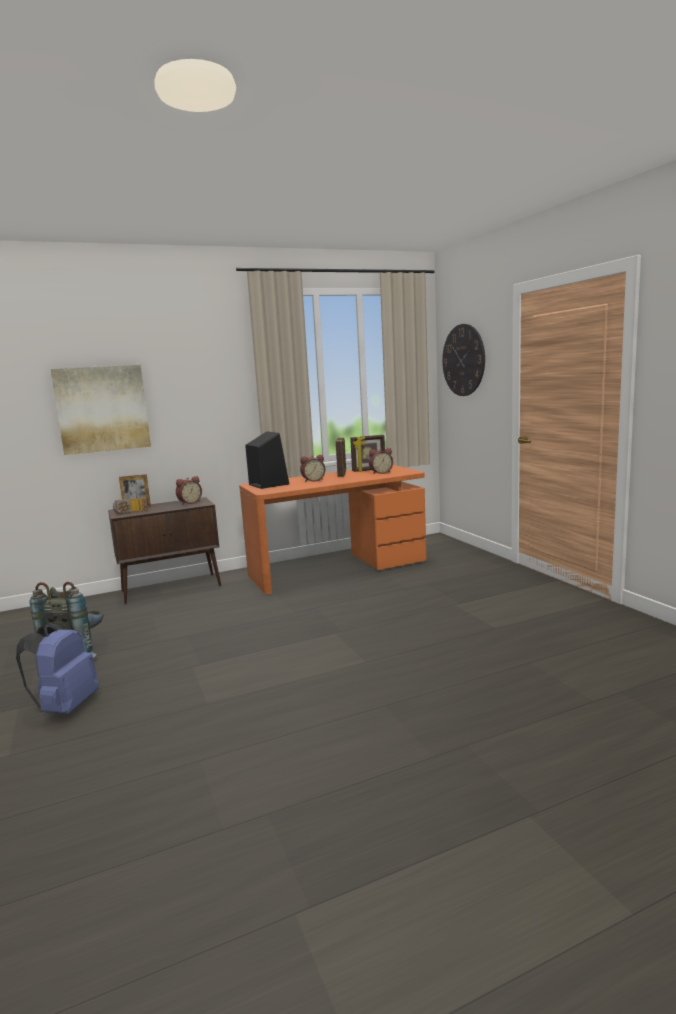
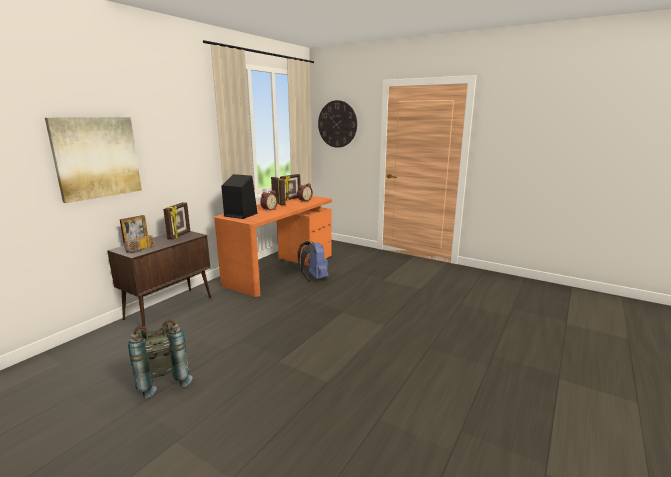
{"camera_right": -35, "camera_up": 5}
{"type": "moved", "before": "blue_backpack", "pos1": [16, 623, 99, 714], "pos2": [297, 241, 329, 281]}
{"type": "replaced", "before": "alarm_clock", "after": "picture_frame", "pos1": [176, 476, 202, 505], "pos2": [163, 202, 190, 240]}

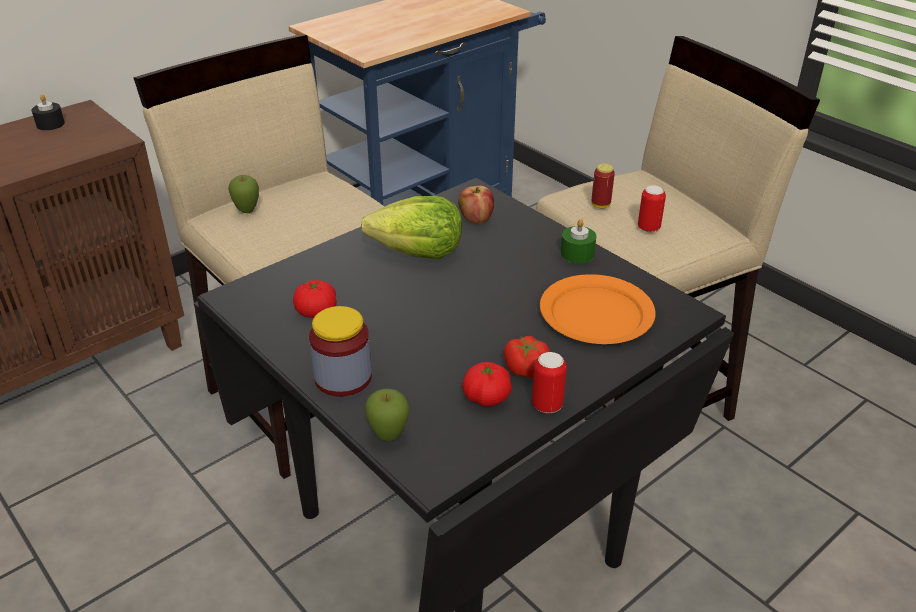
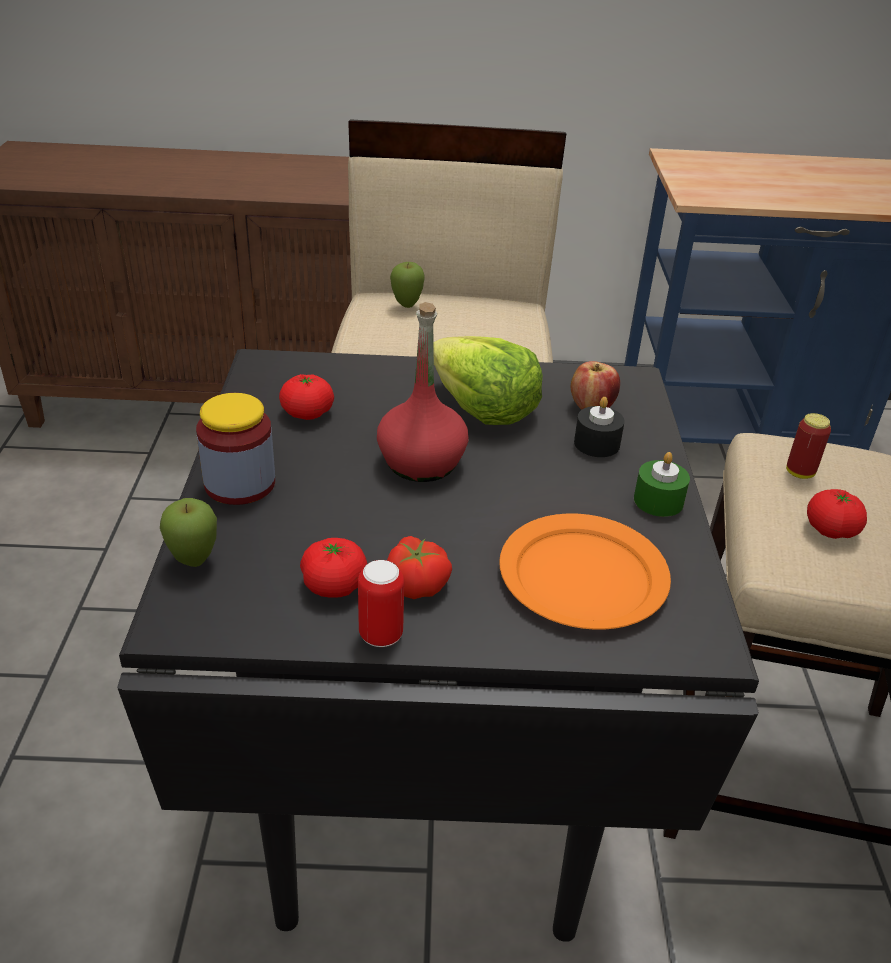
{"camera_right": 40, "camera_up": 0}
{"type": "added", "after": "red_bottle", "pos2": [377, 302, 469, 482]}
{"type": "moved", "before": "black_candle", "pos1": [32, 94, 65, 130], "pos2": [574, 397, 625, 457]}
{"type": "replaced", "before": "can", "after": "tomato", "pos1": [638, 185, 666, 232], "pos2": [807, 489, 867, 539]}

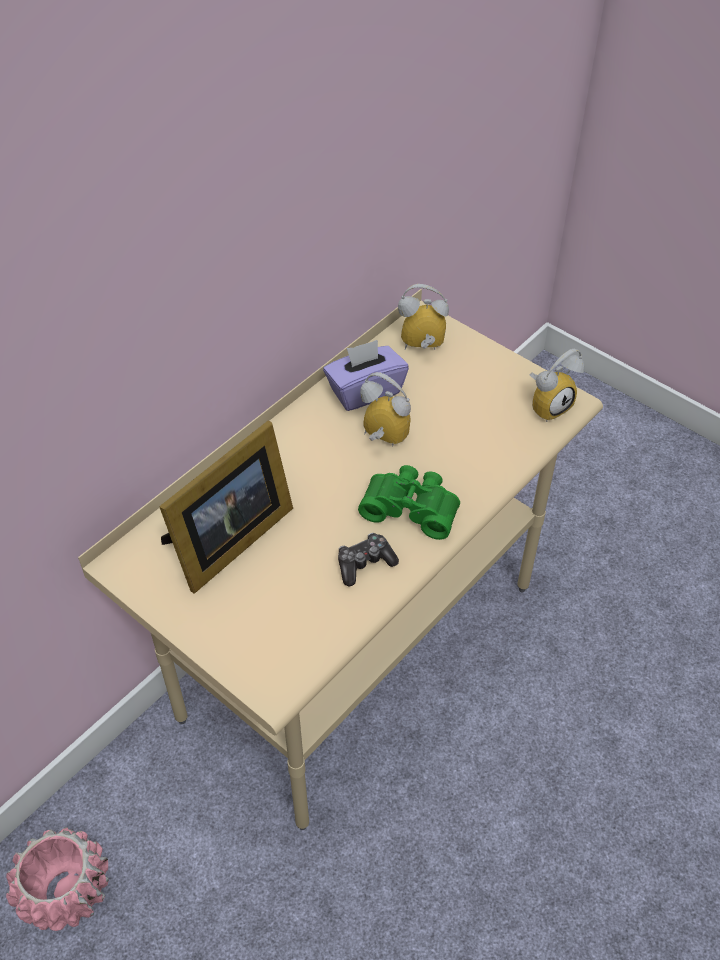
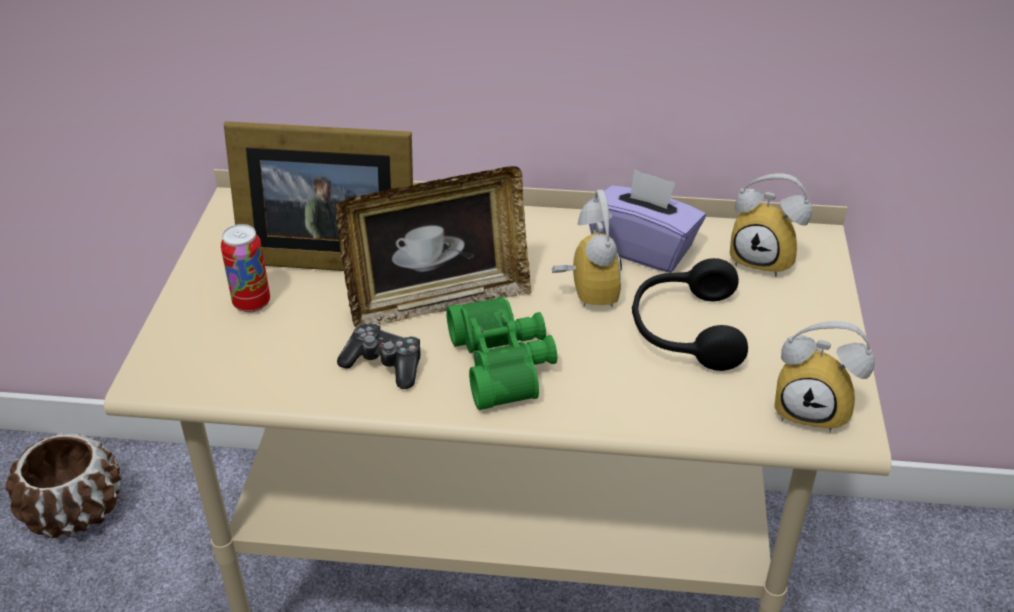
{"camera_right": 55, "camera_up": -10}
{"type": "added", "after": "can", "pos2": [221, 224, 270, 313]}
{"type": "added", "after": "picture_frame", "pos2": [336, 166, 532, 327]}
{"type": "added", "after": "black_headphones", "pos2": [632, 258, 748, 371]}
{"type": "recoloured", "before": "pink_planter", "after": "brown_planter", "pos1": [6, 827, 109, 931], "pos2": [5, 433, 121, 538]}
{"type": "turned", "before": "alarm_clock", "pos1": [398, 284, 449, 350], "pos2": [730, 173, 812, 277], "turn": 150}

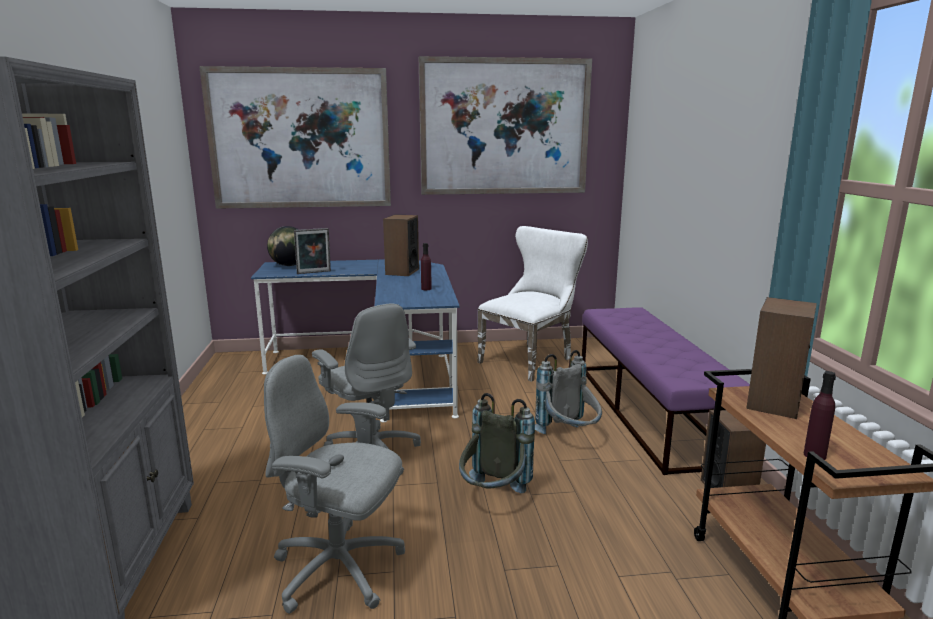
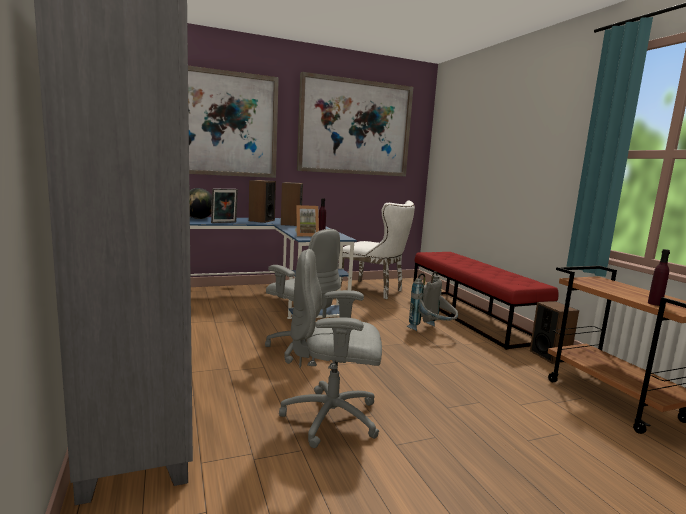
{"camera_right": -15, "camera_up": -5}
{"type": "removed", "before": "grey_backpack", "pos1": [459, 393, 535, 493]}
{"type": "added", "after": "picture_frame", "pos2": [295, 205, 319, 237]}
{"type": "moved", "before": "speaker", "pos1": [746, 297, 817, 419], "pos2": [249, 180, 276, 223]}
{"type": "recoloured", "before": "purple_bench", "after": "red_bench", "pos1": [582, 307, 750, 475], "pos2": [413, 252, 559, 350]}
{"type": "turned", "before": "white_chair", "pos1": [477, 226, 588, 382], "pos2": [338, 201, 415, 299], "turn": 90}

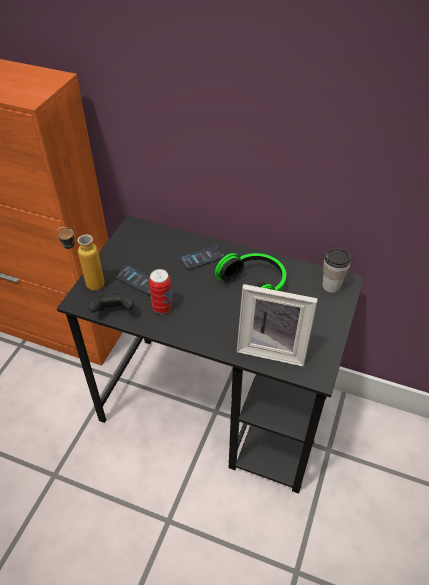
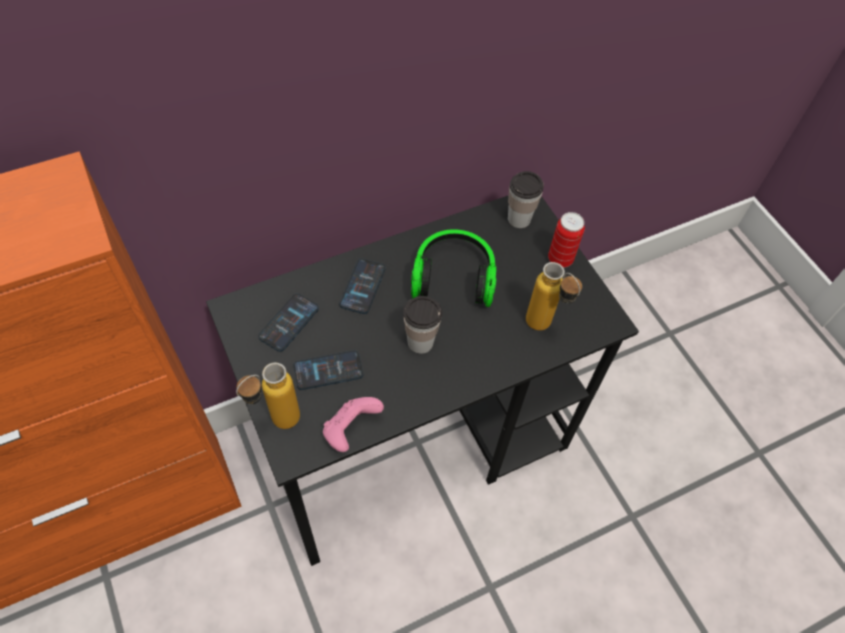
{"camera_right": -50, "camera_up": 10}
{"type": "added", "after": "phone", "pos2": [258, 294, 319, 352]}
{"type": "added", "after": "cup", "pos2": [403, 296, 442, 354]}
{"type": "moved", "before": "can", "pos1": [149, 269, 172, 314], "pos2": [548, 212, 585, 268]}
{"type": "replaced", "before": "picture_frame", "after": "bottle", "pos1": [237, 284, 318, 367], "pos2": [526, 262, 582, 330]}
{"type": "recoloured", "before": "black_game_controller", "after": "pink_game_controller", "pos1": [88, 293, 134, 313], "pos2": [323, 397, 384, 452]}

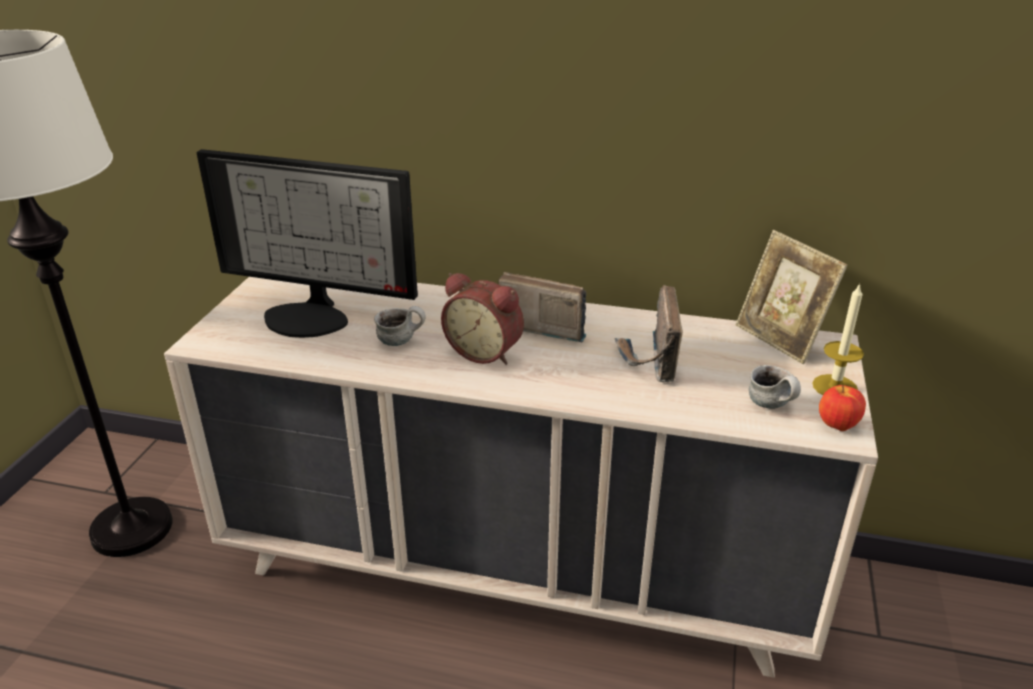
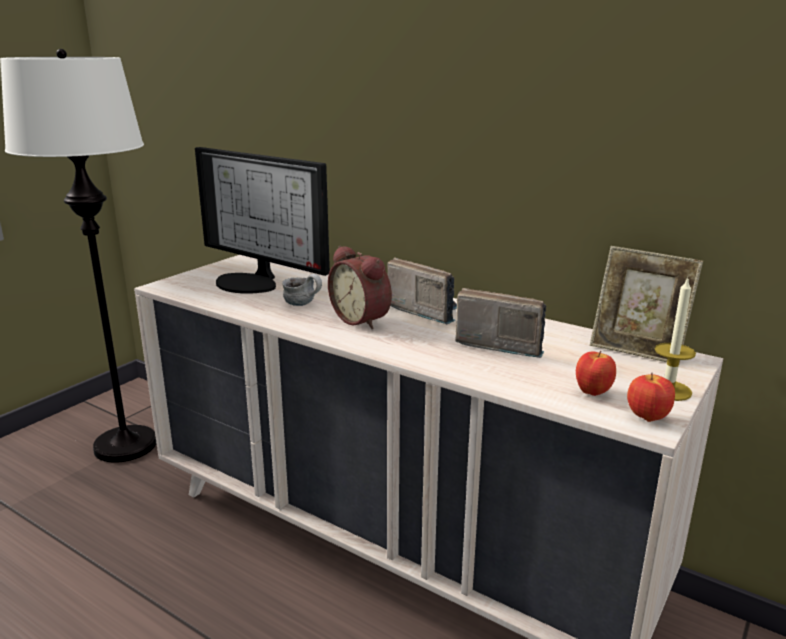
{"camera_right": 20, "camera_up": -10}
{"type": "replaced", "before": "mug", "after": "apple", "pos1": [749, 365, 801, 409], "pos2": [576, 351, 616, 396]}
{"type": "turned", "before": "radio", "pos1": [615, 285, 683, 382], "pos2": [455, 288, 546, 358], "turn": 90}
{"type": "turned", "before": "picture_frame", "pos1": [736, 230, 848, 364], "pos2": [590, 246, 703, 364], "turn": -45}

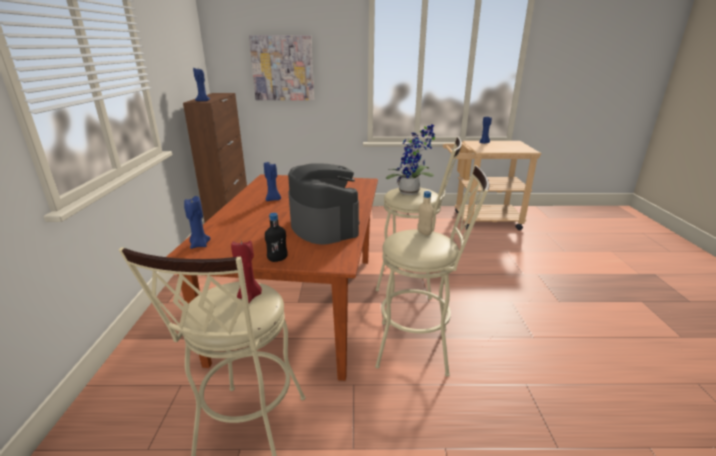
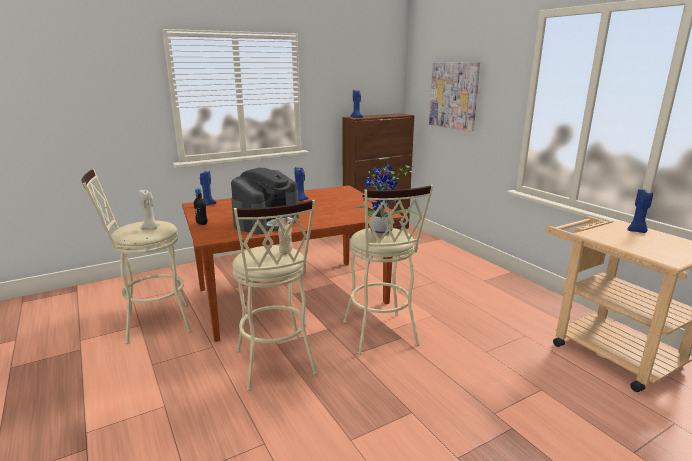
{"camera_right": 60, "camera_up": -5}
{"type": "recoloured", "before": "red_candle", "after": "beige_candle", "pos1": [231, 240, 262, 303], "pos2": [139, 190, 160, 230]}

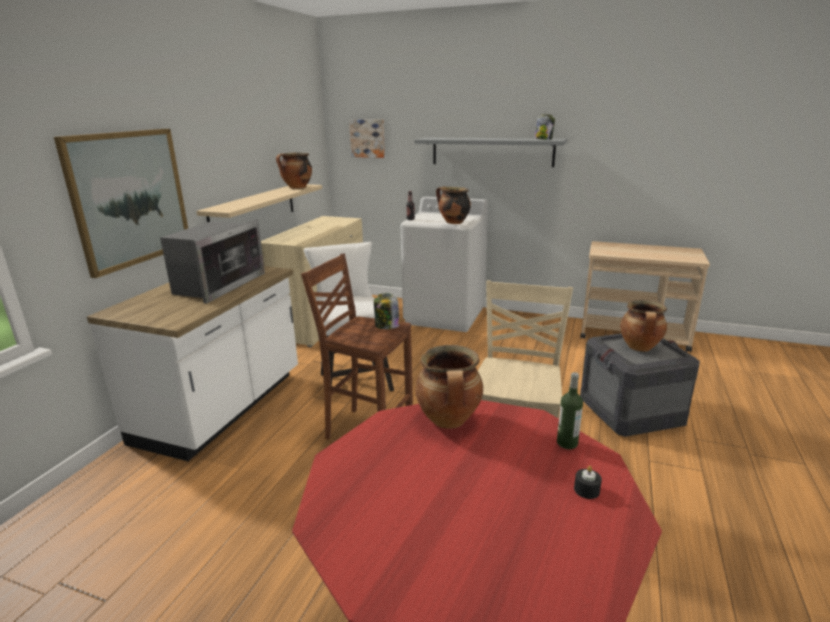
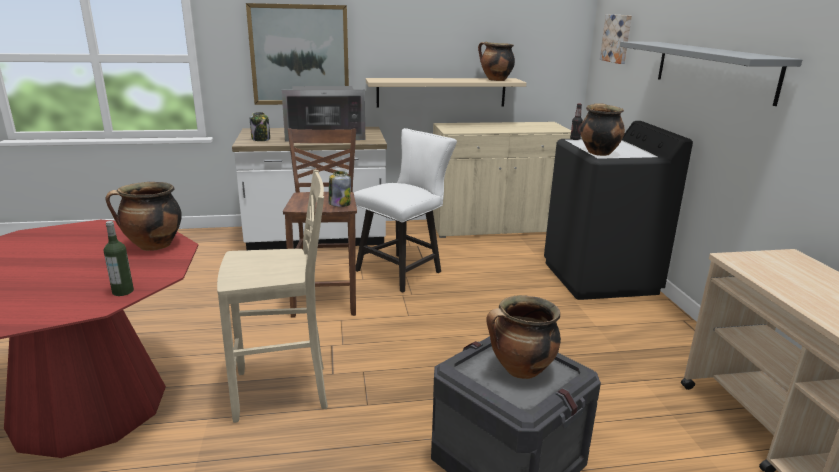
{"camera_right": 60, "camera_up": 0}
{"type": "removed", "before": "black_candle", "pos1": [574, 466, 602, 499]}
{"type": "moved", "before": "jar", "pos1": [535, 114, 555, 140], "pos2": [250, 112, 270, 141]}
{"type": "recoloured", "before": "white_washing_machine", "after": "black_washing_machine", "pos1": [401, 196, 488, 332], "pos2": [544, 121, 693, 300]}

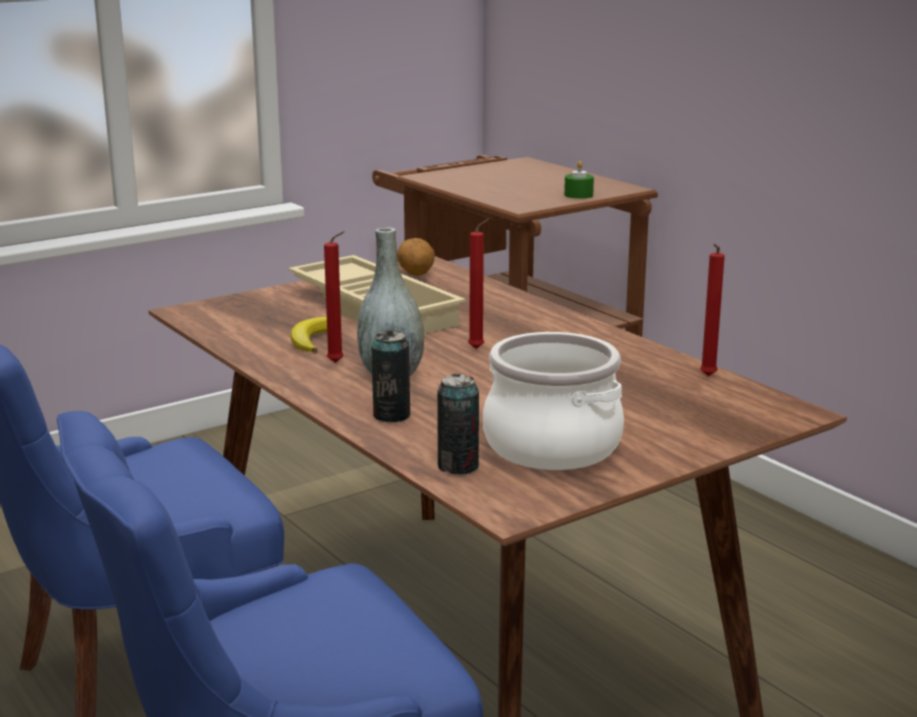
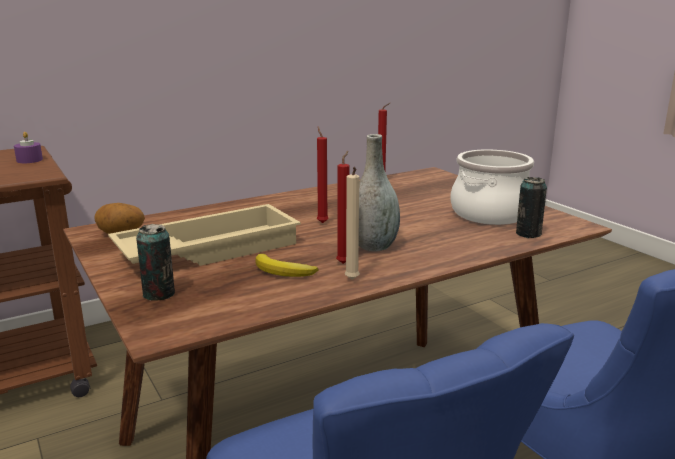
{"camera_right": -85, "camera_up": 0}
{"type": "added", "after": "beige_candle", "pos2": [345, 167, 360, 280]}
{"type": "moved", "before": "can", "pos1": [371, 331, 411, 422], "pos2": [136, 224, 175, 301]}
{"type": "recoloured", "before": "green_candle", "after": "purple_candle", "pos1": [564, 161, 594, 199], "pos2": [14, 132, 43, 163]}

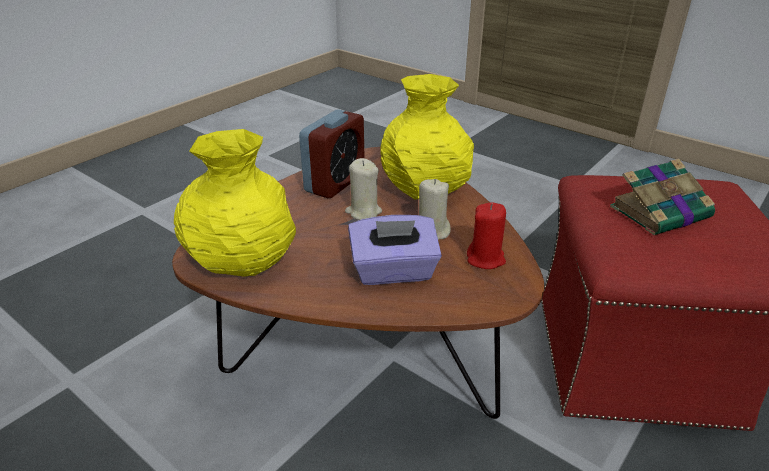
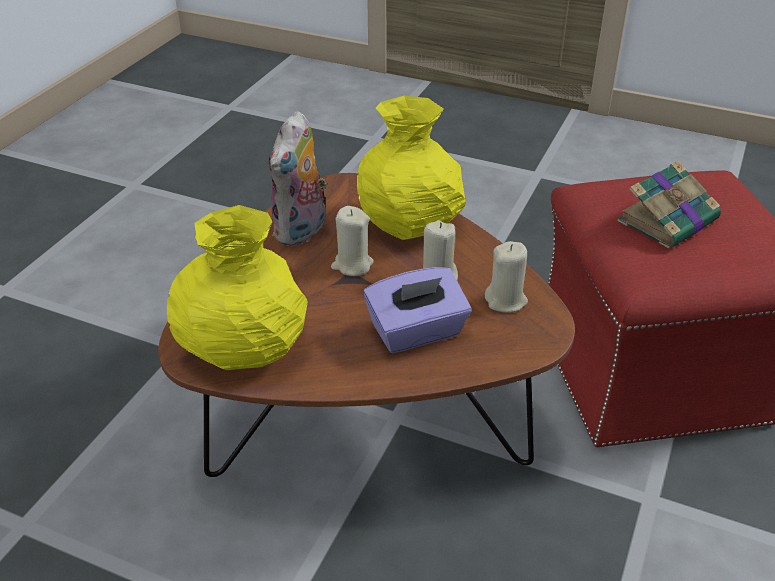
{"camera_right": -15, "camera_up": 5}
{"type": "replaced", "before": "alarm_clock", "after": "plush_toy", "pos1": [299, 109, 365, 198], "pos2": [269, 111, 328, 247]}
{"type": "recoloured", "before": "red_candle", "after": "beige_candle", "pos1": [467, 202, 506, 269], "pos2": [485, 241, 528, 313]}

